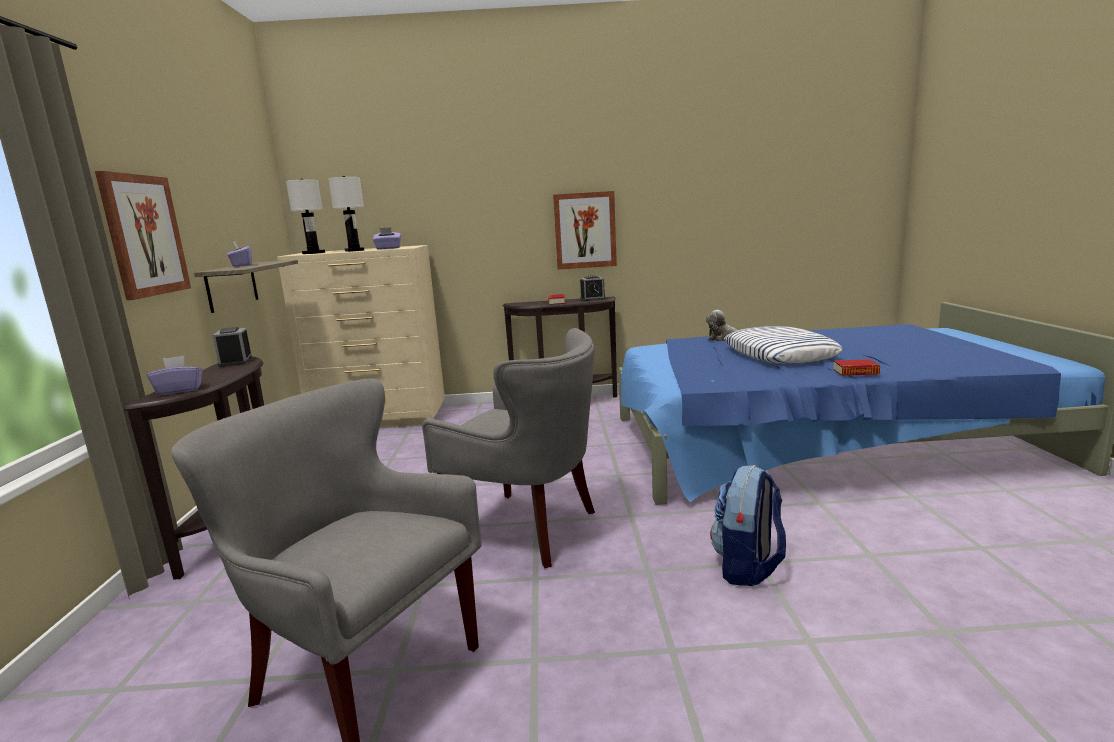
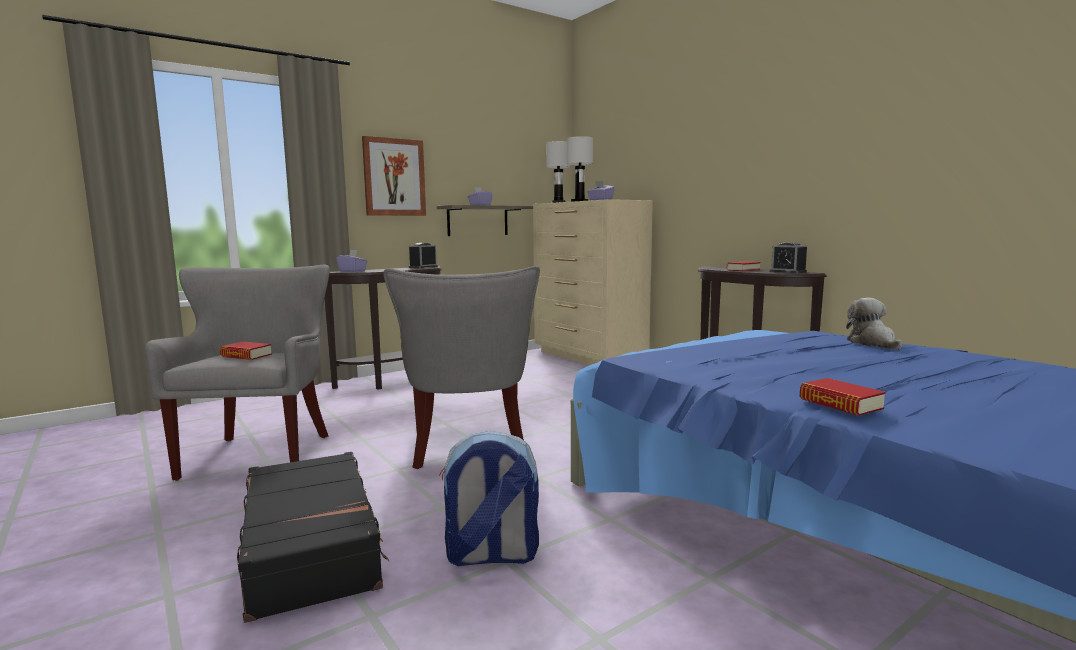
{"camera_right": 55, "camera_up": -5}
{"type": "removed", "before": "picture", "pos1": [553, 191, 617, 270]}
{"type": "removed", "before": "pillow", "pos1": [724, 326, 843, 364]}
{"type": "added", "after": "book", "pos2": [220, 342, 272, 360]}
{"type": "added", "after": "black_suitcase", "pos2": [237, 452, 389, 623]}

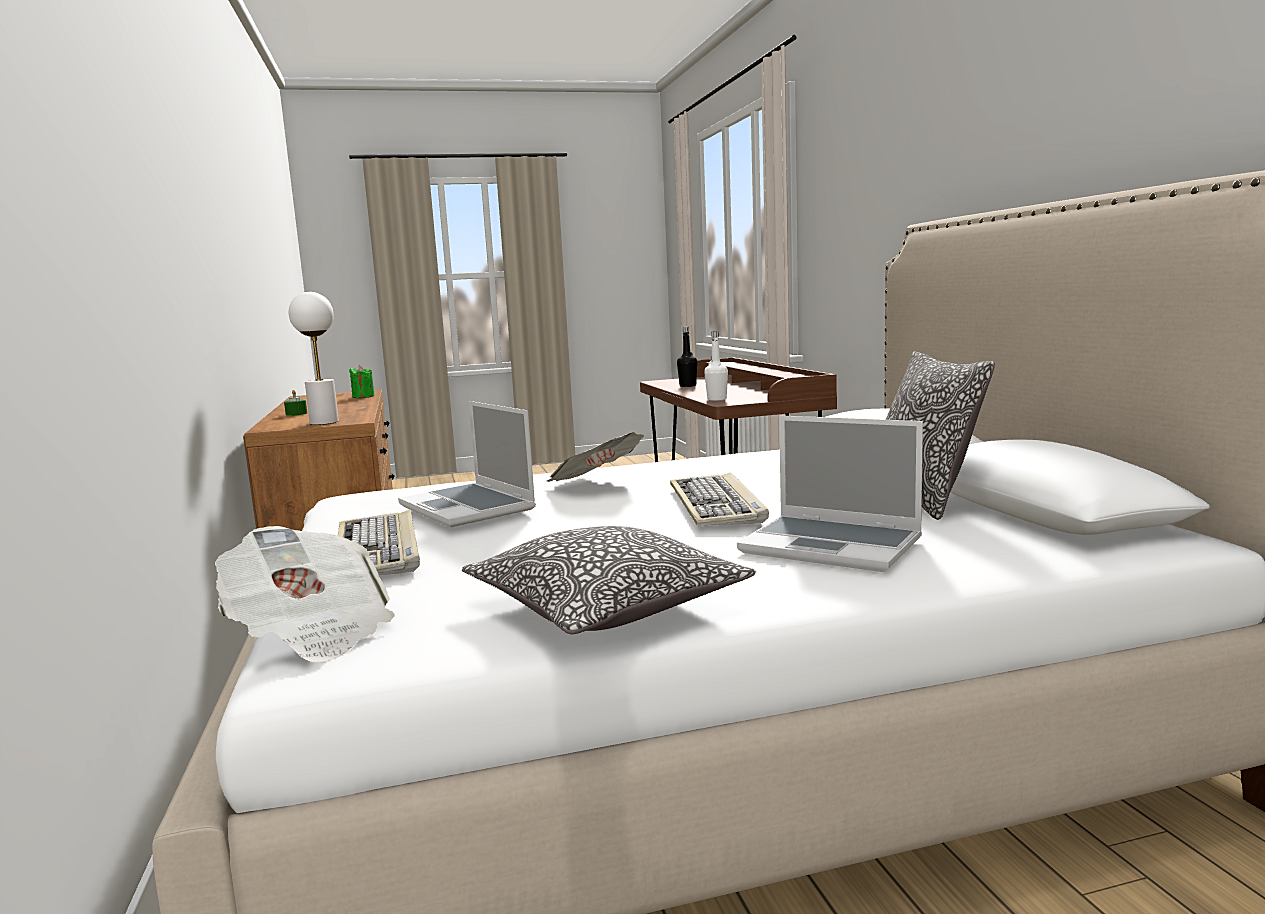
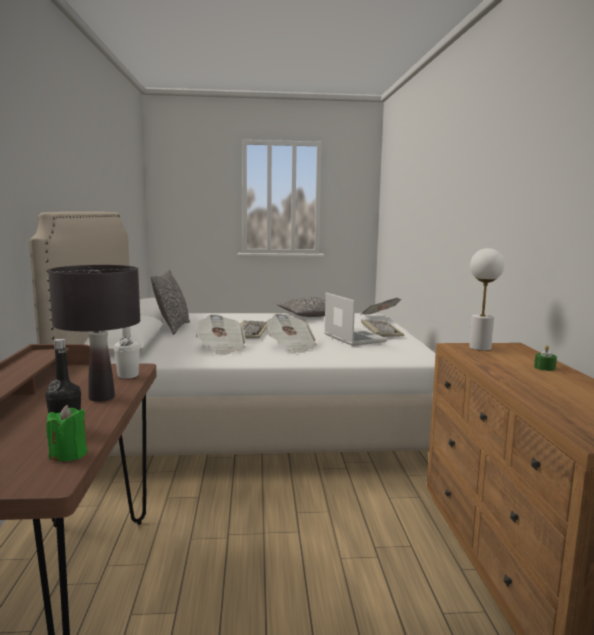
{"camera_right": -170, "camera_up": 0}
{"type": "removed", "before": "laptop", "pos1": [737, 415, 923, 572]}
{"type": "added", "after": "black_table_lamp", "pos2": [48, 265, 140, 401]}
{"type": "added", "after": "newspaper", "pos2": [196, 314, 246, 355]}
{"type": "moved", "before": "green_candle", "pos1": [349, 365, 375, 398], "pos2": [46, 405, 87, 462]}

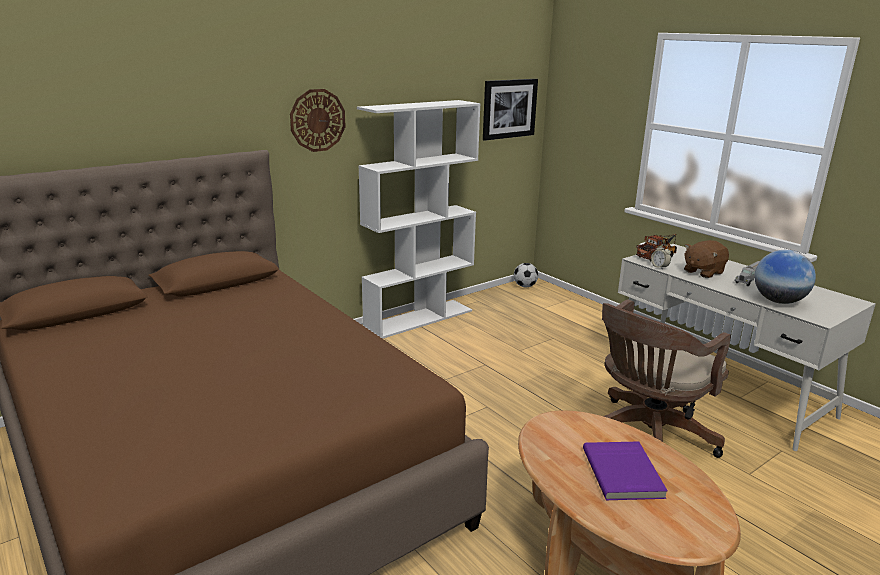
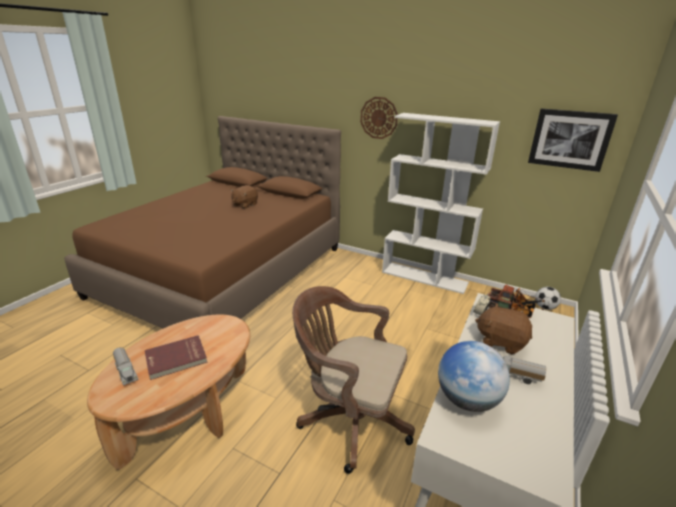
{"camera_right": 65, "camera_up": 5}
{"type": "added", "after": "toy_truck", "pos2": [113, 347, 138, 386]}
{"type": "added", "after": "brown_plush_toy", "pos2": [231, 185, 258, 209]}
{"type": "recoloured", "before": "purple_book", "after": "red_book", "pos1": [583, 441, 668, 500], "pos2": [145, 335, 207, 380]}

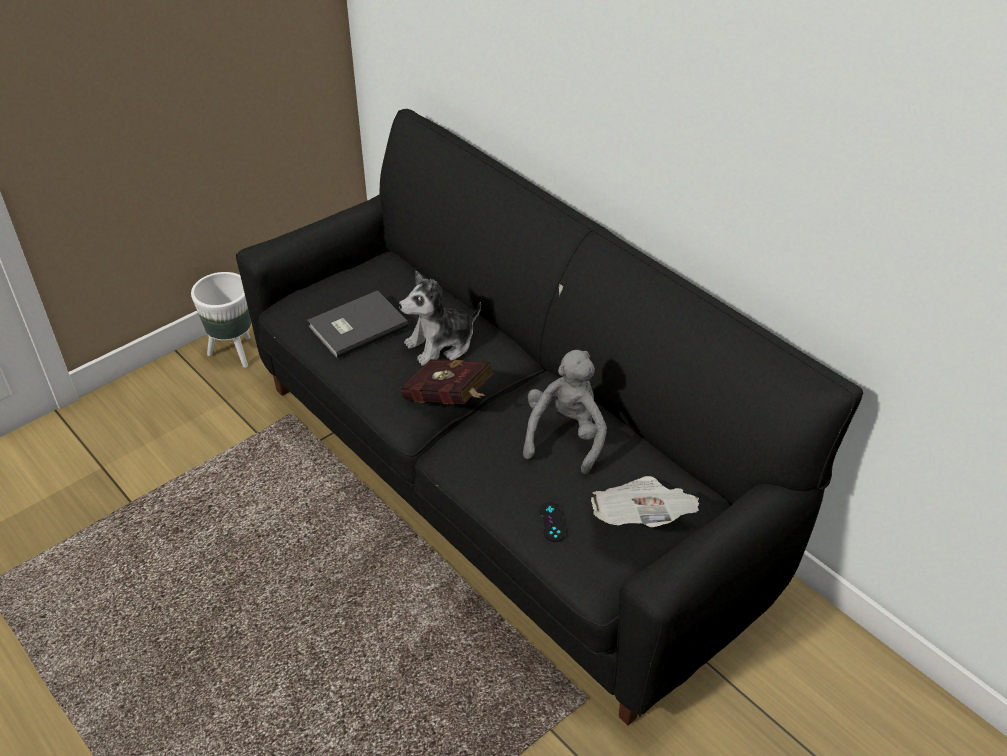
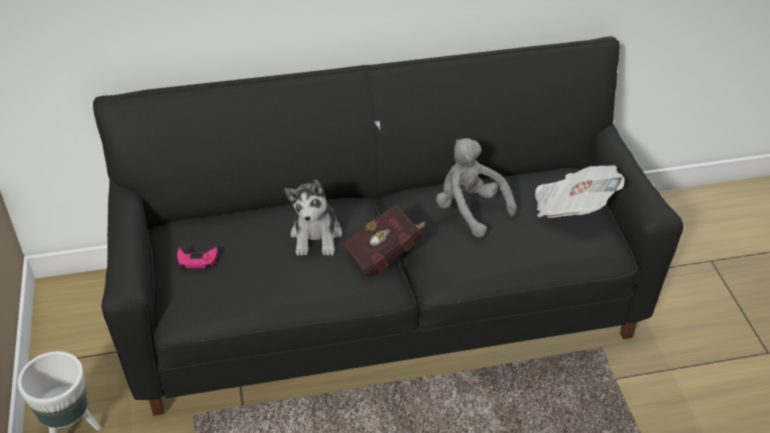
{"camera_right": -60, "camera_up": 0}
{"type": "removed", "before": "grey_book", "pos1": [308, 291, 408, 359]}
{"type": "removed", "before": "black_game_controller", "pos1": [540, 502, 566, 542]}
{"type": "added", "after": "pink_game_controller", "pos2": [177, 246, 218, 269]}

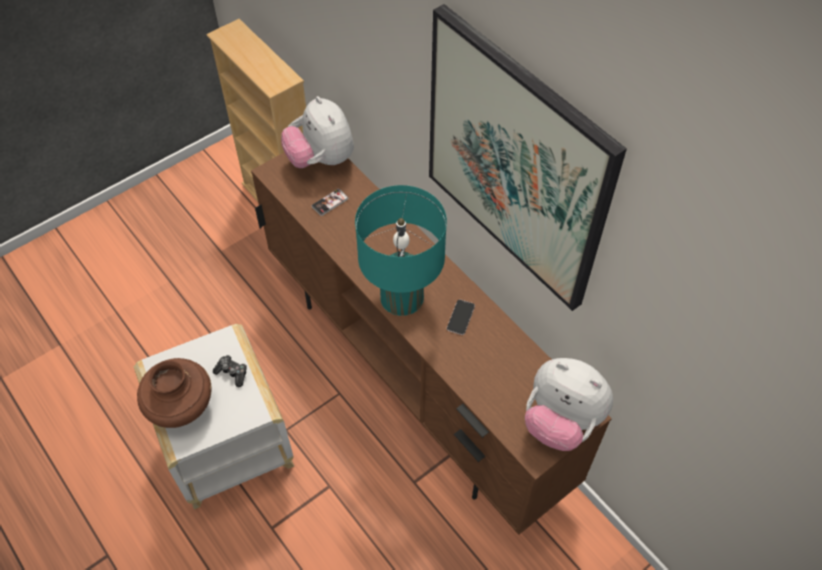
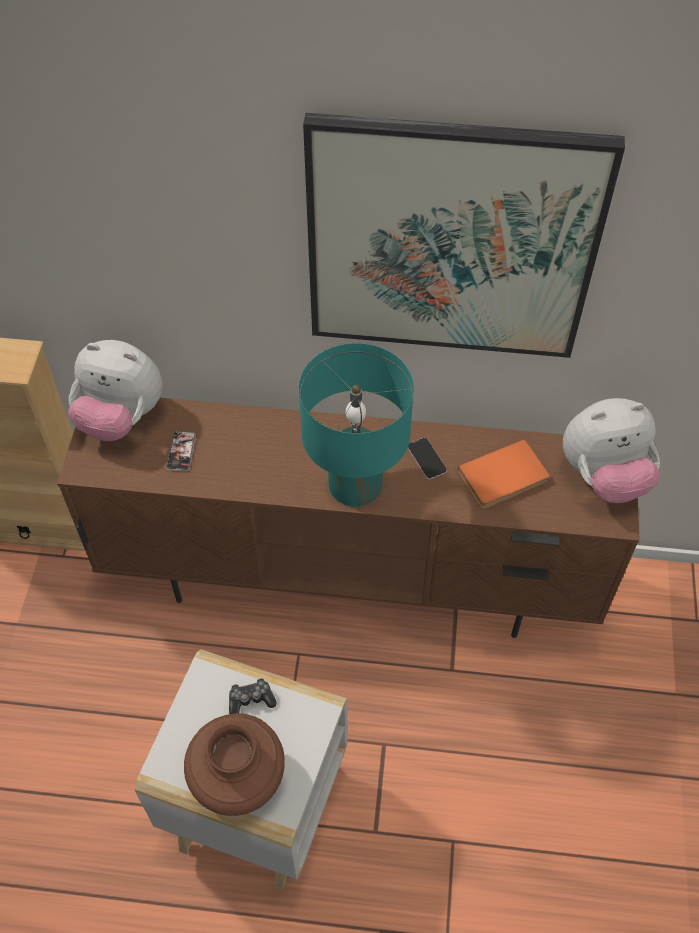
{"camera_right": -45, "camera_up": 0}
{"type": "added", "after": "orange_book", "pos2": [458, 439, 549, 509]}

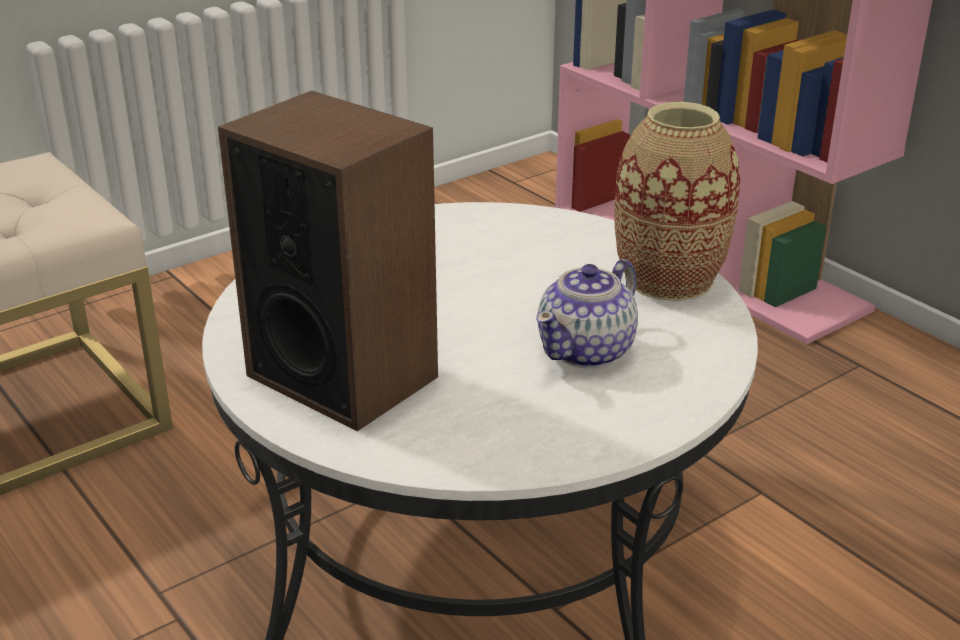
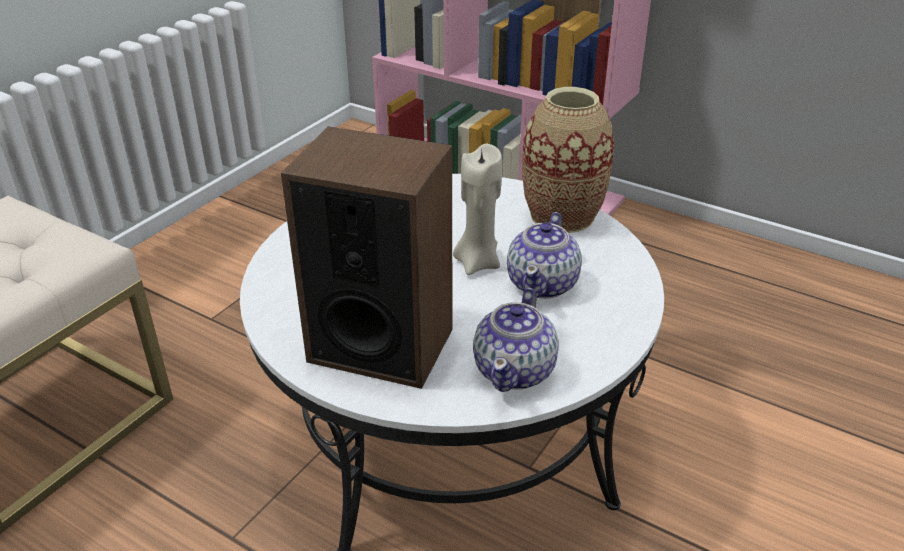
{"camera_right": -20, "camera_up": 5}
{"type": "added", "after": "beige_candle", "pos2": [453, 144, 502, 275]}
{"type": "added", "after": "teapot", "pos2": [473, 288, 559, 392]}

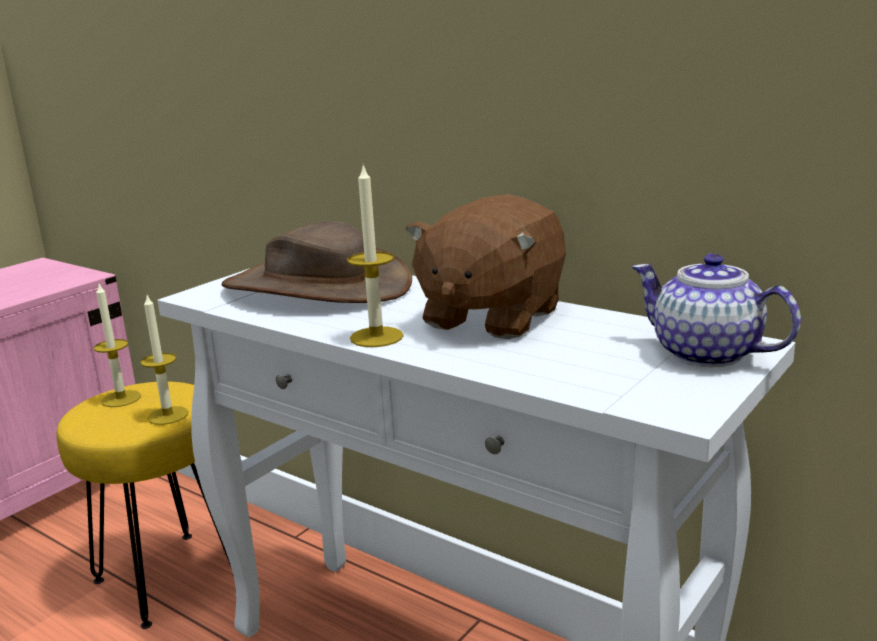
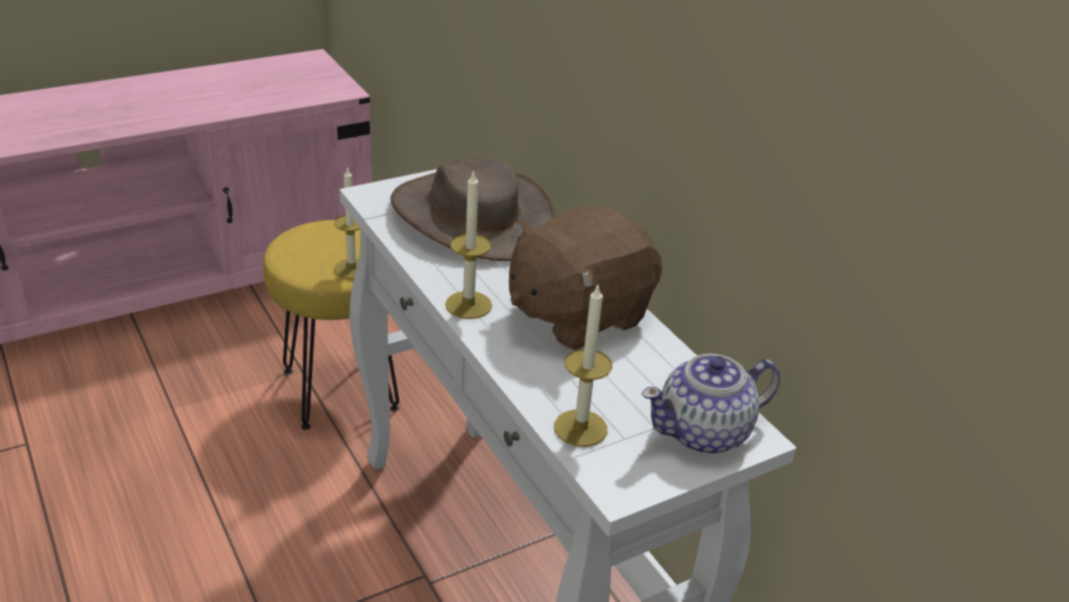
{"camera_right": 20, "camera_up": 15}
{"type": "moved", "before": "candle", "pos1": [94, 284, 141, 407], "pos2": [554, 283, 612, 447]}
{"type": "turned", "before": "teapot", "pos1": [632, 254, 801, 368], "pos2": [642, 354, 780, 454], "turn": -90}

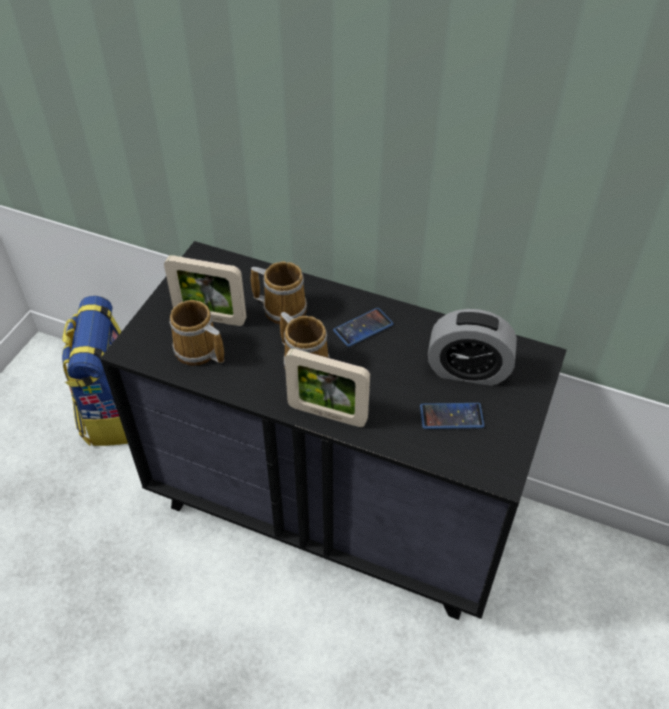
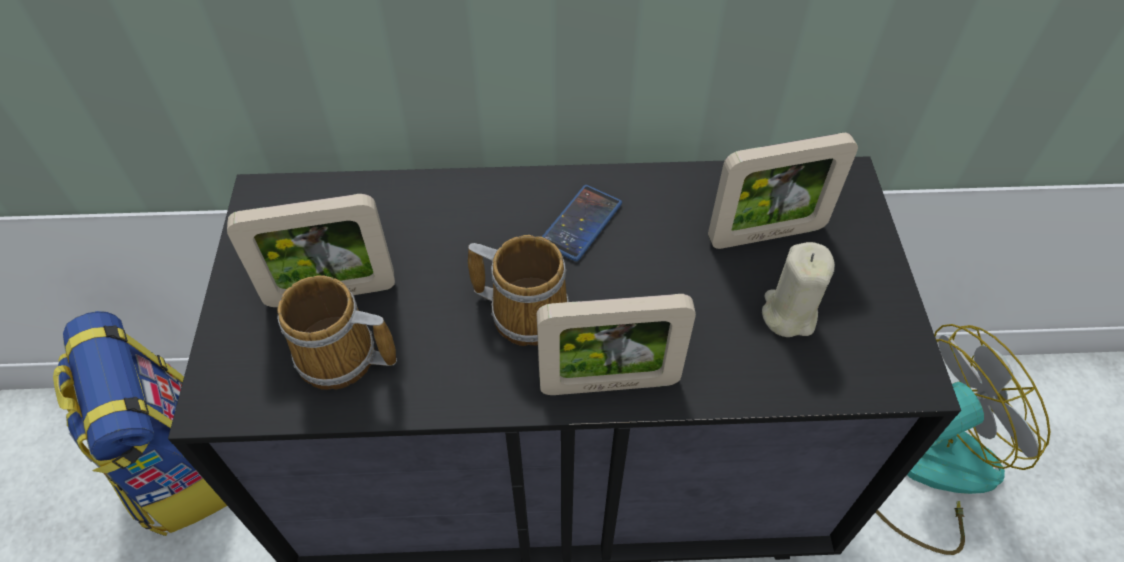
{"camera_right": -25, "camera_up": 5}
{"type": "removed", "before": "mug", "pos1": [251, 261, 307, 324]}
{"type": "added", "after": "fan", "pos2": [875, 324, 1050, 555]}
{"type": "replaced", "before": "phone", "after": "beige_candle", "pos1": [420, 403, 485, 429], "pos2": [762, 242, 835, 337]}
{"type": "replaced", "before": "alarm_clock", "after": "picture_frame", "pos1": [428, 309, 517, 386], "pos2": [708, 133, 858, 249]}

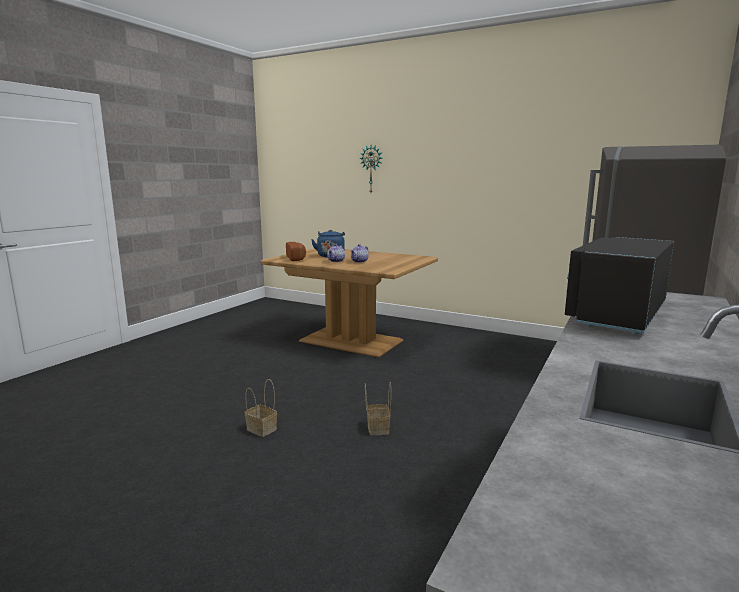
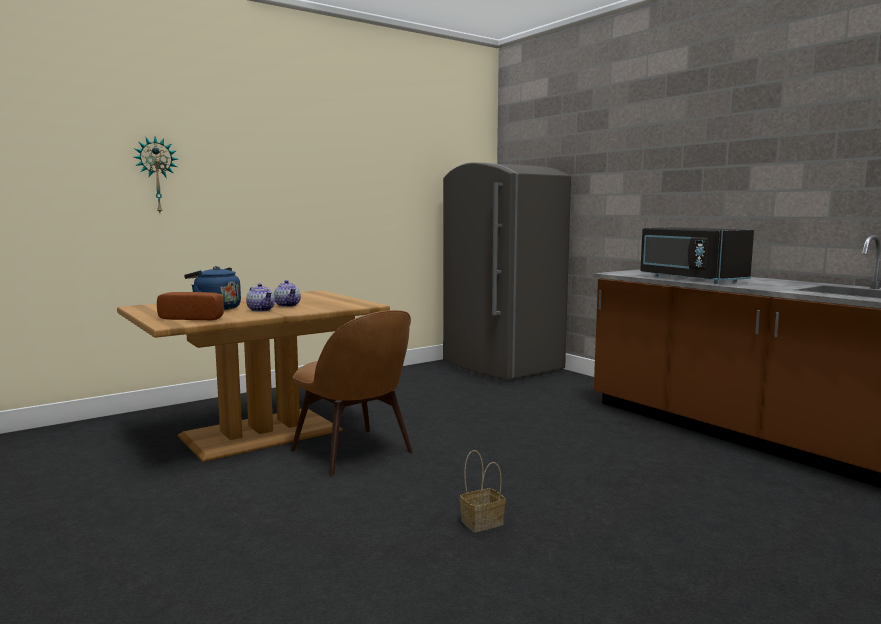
{"camera_right": -65, "camera_up": -5}
{"type": "removed", "before": "basket", "pos1": [365, 382, 391, 435]}
{"type": "added", "after": "brown_chair", "pos2": [291, 310, 413, 476]}

